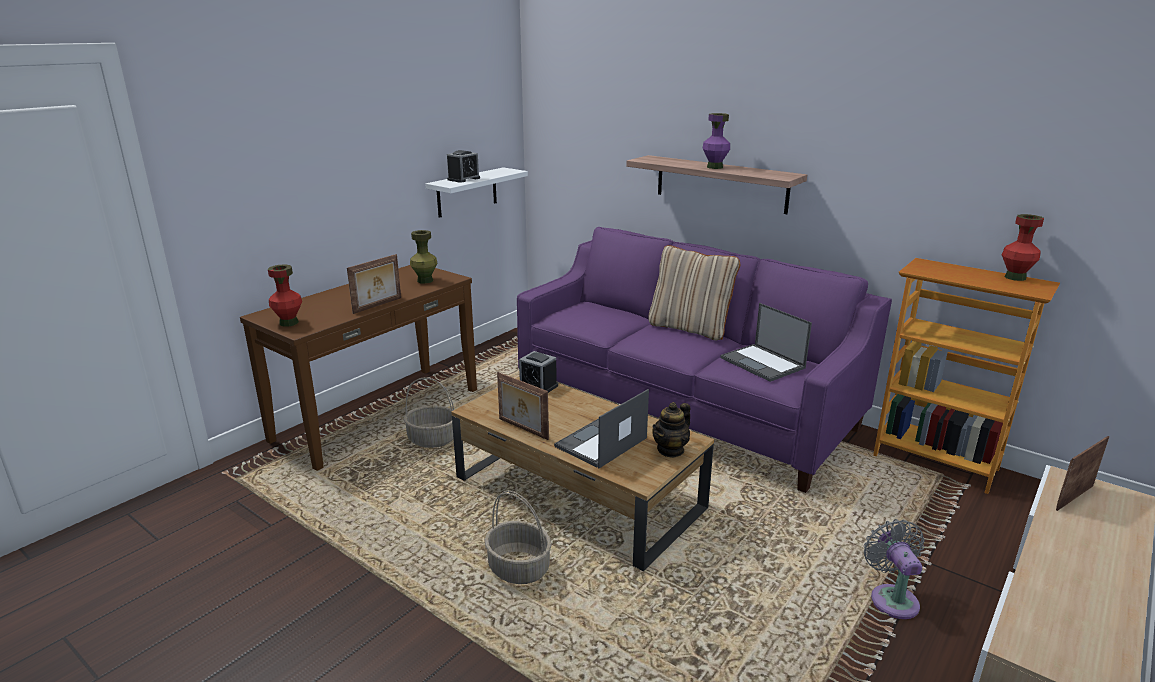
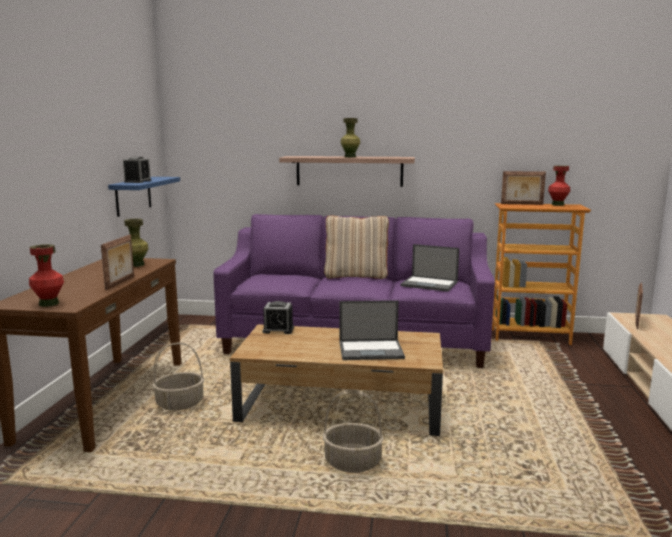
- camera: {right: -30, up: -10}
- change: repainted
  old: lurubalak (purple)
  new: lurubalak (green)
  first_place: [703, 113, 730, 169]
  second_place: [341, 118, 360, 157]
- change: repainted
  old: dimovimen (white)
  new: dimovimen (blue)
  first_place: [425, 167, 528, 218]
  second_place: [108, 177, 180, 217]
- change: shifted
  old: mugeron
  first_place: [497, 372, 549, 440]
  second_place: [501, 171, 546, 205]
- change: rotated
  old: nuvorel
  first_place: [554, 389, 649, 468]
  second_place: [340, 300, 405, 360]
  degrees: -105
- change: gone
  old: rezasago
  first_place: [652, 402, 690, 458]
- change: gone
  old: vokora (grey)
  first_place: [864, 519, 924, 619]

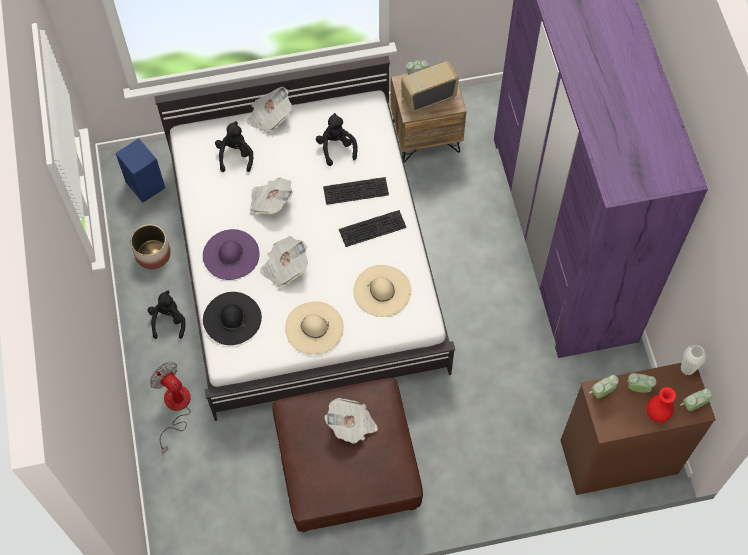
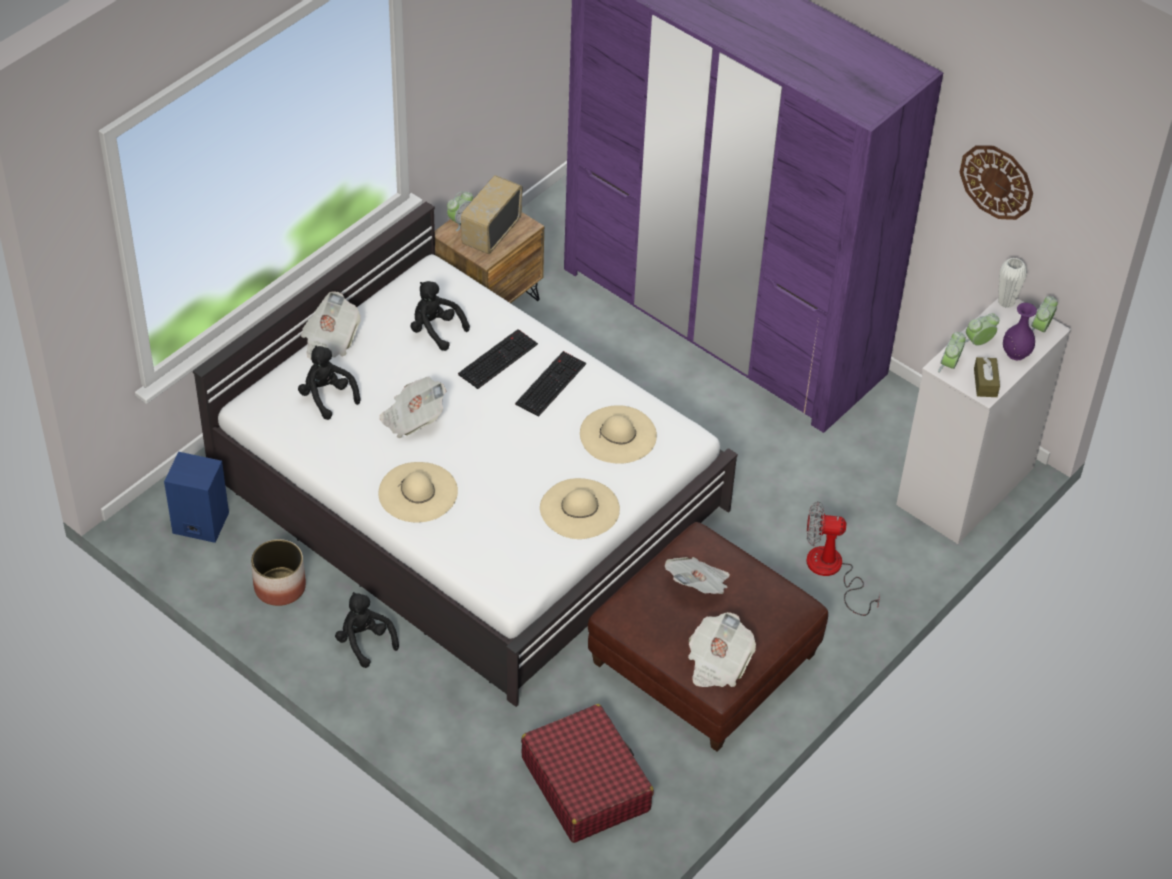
- camera: {right: -40, up: -15}
- change: repainted
  old: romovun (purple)
  new: romovun (beige)
  first_place: [203, 229, 260, 280]
  second_place: [378, 462, 458, 522]
- change: shifted
  old: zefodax
  first_place: [260, 236, 308, 288]
  second_place: [688, 612, 756, 687]
- change: gone
  old: romovun (black)
  first_place: [203, 292, 262, 345]
- change: shifted
  old: vokora
  first_place: [150, 362, 191, 454]
  second_place: [806, 501, 880, 616]
- change: repainted
  old: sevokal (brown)
  new: sevokal (white)
  first_place: [560, 363, 716, 495]
  second_place: [896, 298, 1071, 544]
- change: repainted
  old: lurubalak (red)
  new: lurubalak (purple)
  first_place: [646, 387, 676, 422]
  second_place: [1003, 303, 1037, 360]
- change: new
  new: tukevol
  second_place: [960, 145, 1033, 220]
- change: new
  new: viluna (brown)
  second_place: [974, 357, 1000, 397]
- change: new
  new: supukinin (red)
  second_place: [521, 704, 654, 843]

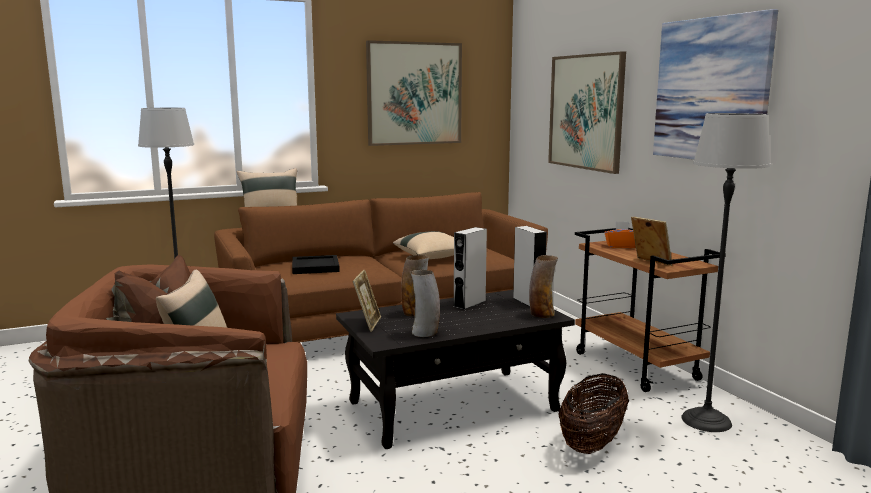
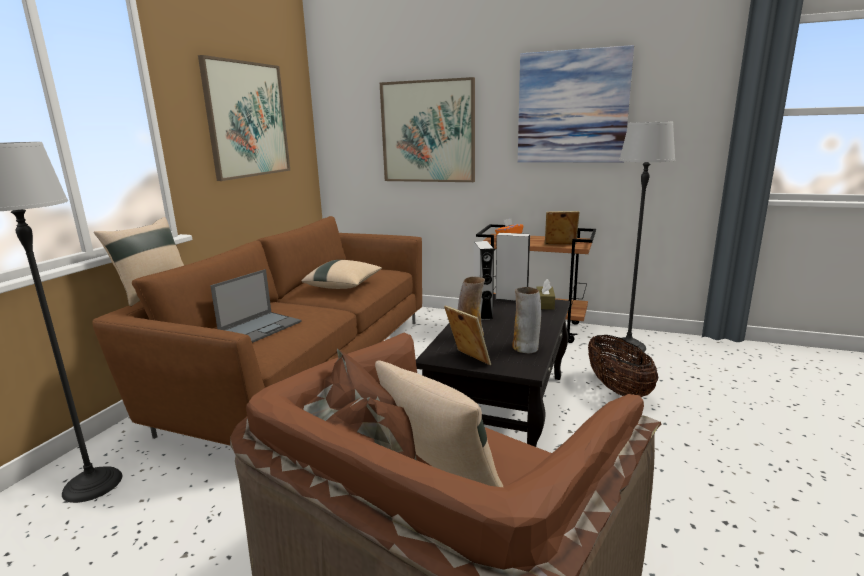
- camera: {right: -45, up: 5}
- change: swapped
  old: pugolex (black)
  new: nuvorel
  first_place: [292, 255, 340, 274]
  second_place: [210, 269, 302, 343]
- change: swapped
  old: lurubalak
  new: viluna (brown)
  first_place: [529, 255, 558, 318]
  second_place: [536, 279, 555, 310]

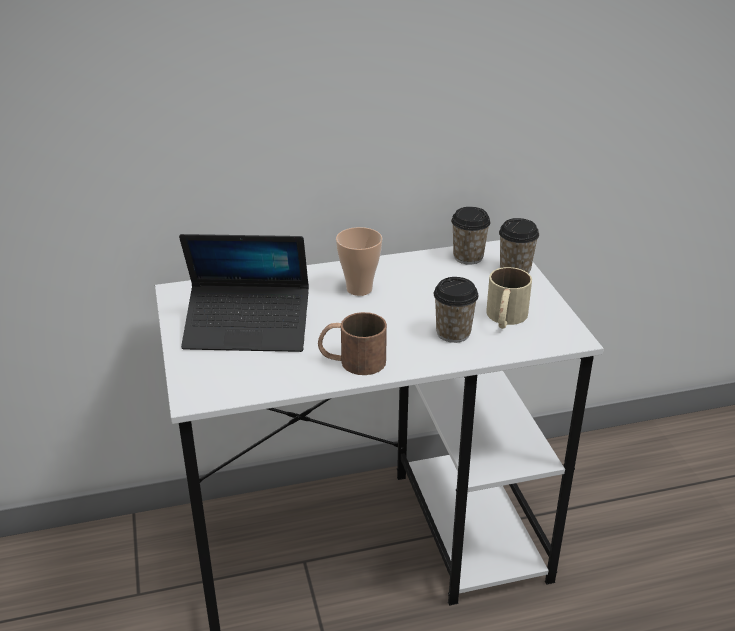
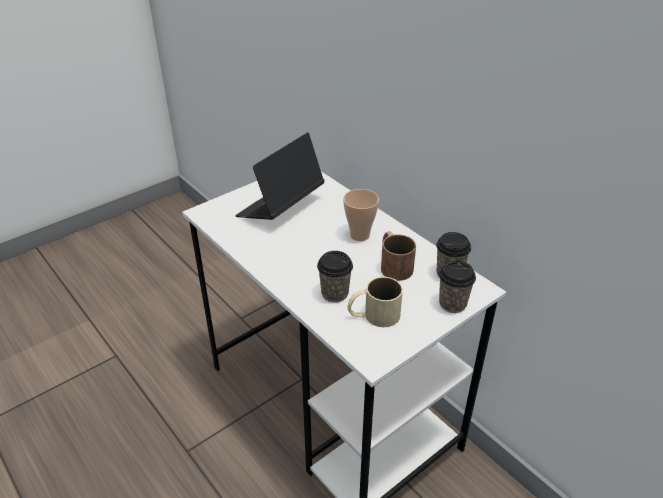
- camera: {right: 65, up: 5}
- change: rotated
  old: nuvorel
  first_place: [179, 234, 309, 352]
  second_place: [235, 133, 325, 220]
  degrees: 60
- change: shifted
  old: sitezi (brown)
  first_place: [318, 312, 387, 375]
  second_place: [381, 231, 416, 281]

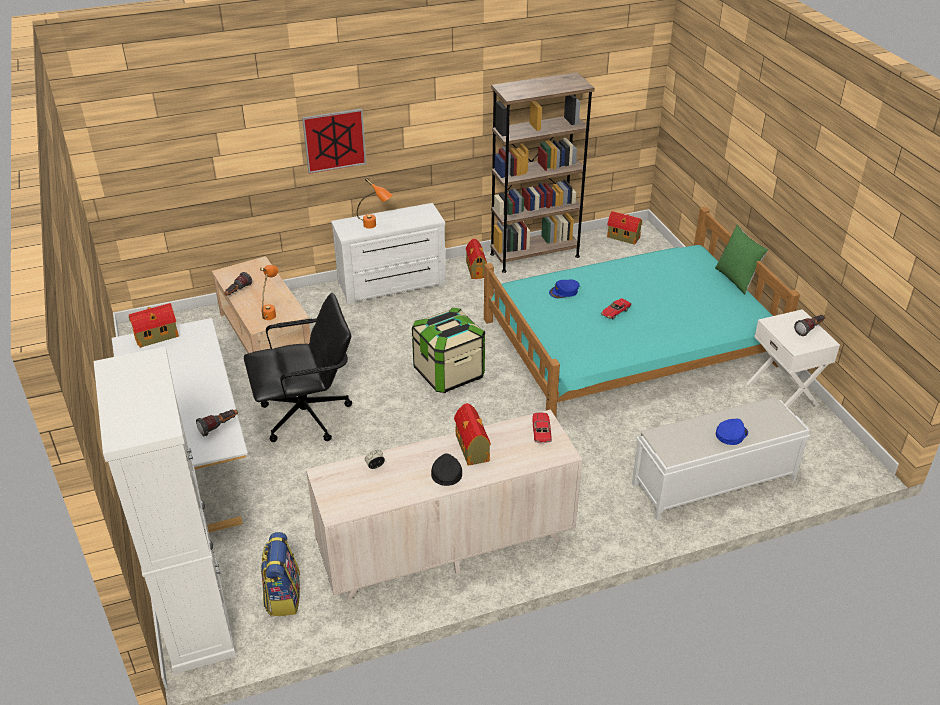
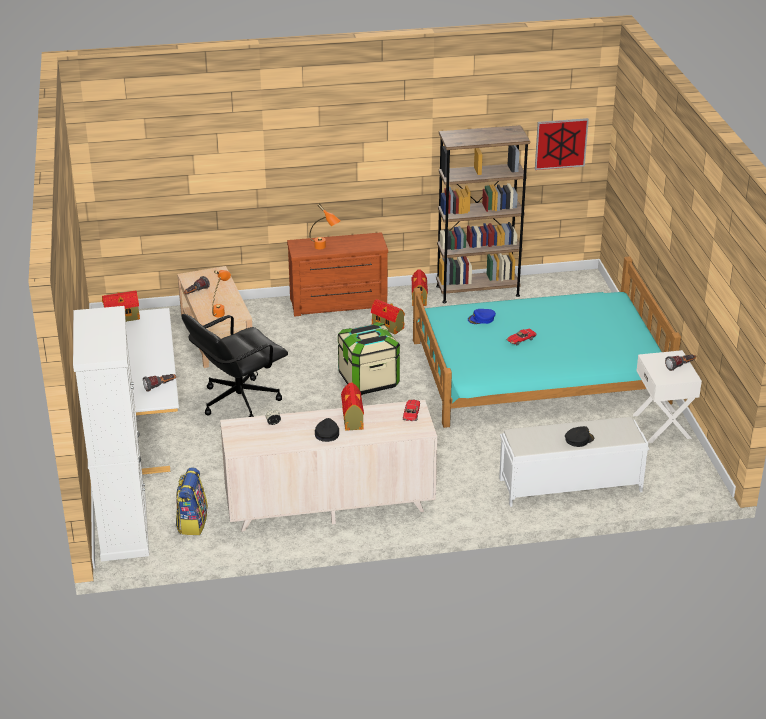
- camera: {right: 10, up: -5}
- change: shifted
  old: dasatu
  first_place: [302, 108, 366, 174]
  second_place: [535, 118, 589, 170]
- change: repainted
  old: sevokal (white)
  new: sevokal (brown)
  first_place: [331, 203, 446, 304]
  second_place: [287, 232, 388, 316]
- change: shifted
  old: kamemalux
  first_place: [607, 211, 642, 245]
  second_place: [371, 299, 405, 334]
- change: gone
  old: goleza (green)
  first_place: [715, 225, 768, 294]
- change: rotated
  old: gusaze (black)
  first_place: [244, 293, 352, 442]
  second_place: [182, 314, 288, 417]
  degrees: 150
- change: repainted
  old: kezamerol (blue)
  new: kezamerol (black)
  first_place: [716, 419, 748, 445]
  second_place: [565, 426, 594, 447]

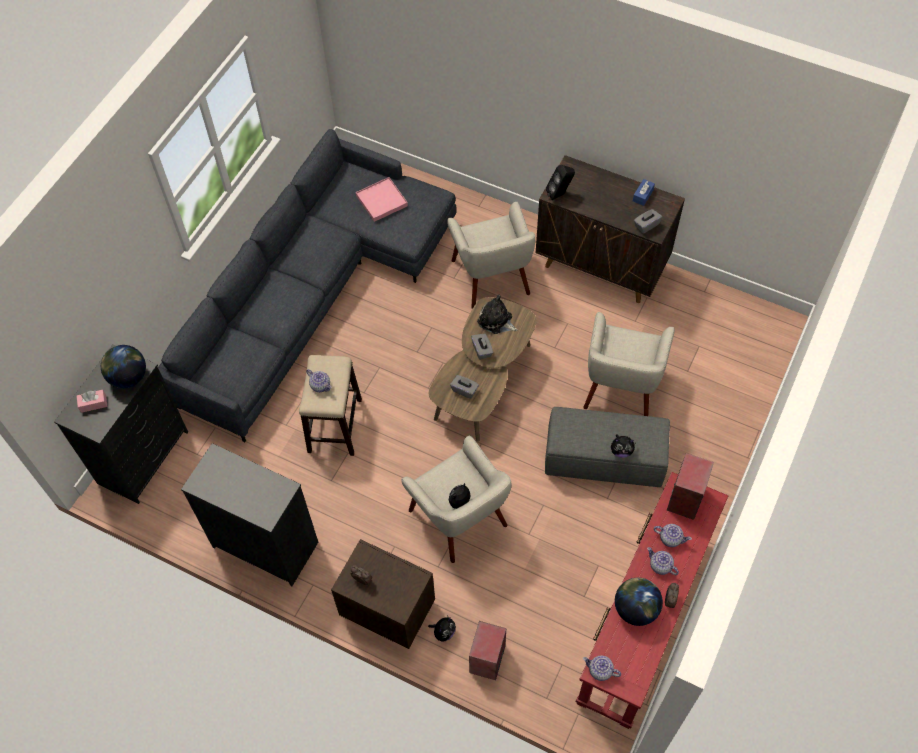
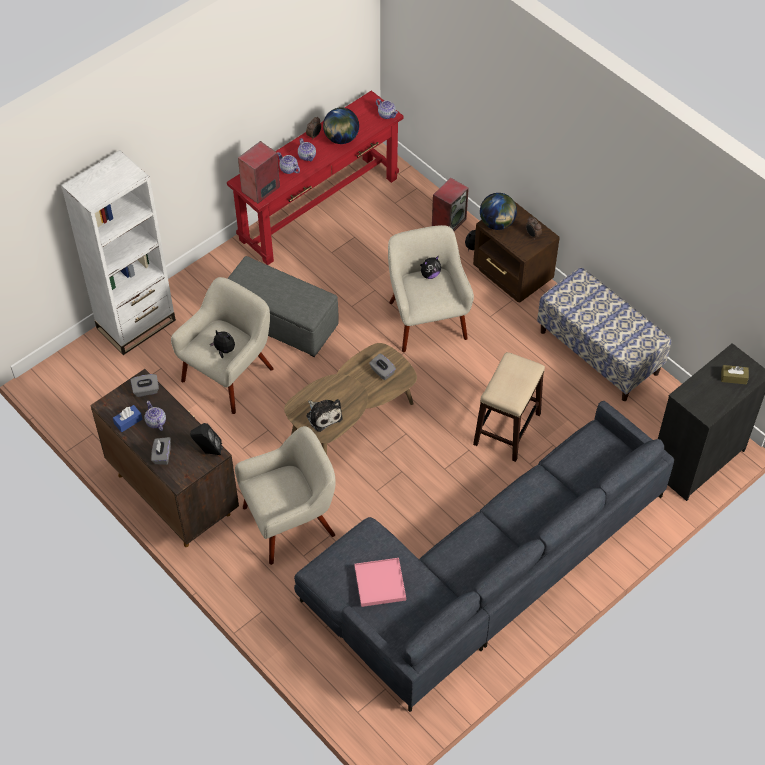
- camera: {right: -160, up: -5}
- change: rotated
  old: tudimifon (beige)
  first_place: [447, 202, 535, 309]
  second_place: [235, 426, 336, 565]
  degrees: 60
- change: shifted
  old: viluna (grey)
  first_place: [471, 334, 493, 360]
  second_place: [151, 437, 171, 465]
- change: shifted
  old: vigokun
  first_place: [101, 345, 146, 388]
  second_place: [480, 193, 517, 230]
- change: shifted
  old: rezasago
  first_place: [306, 369, 332, 392]
  second_place: [144, 401, 166, 431]
- change: repainted
  old: viluna (pink)
  new: viluna (brown)
  first_place: [76, 390, 107, 413]
  second_place: [721, 365, 749, 384]
- change: shifted
  old: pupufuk
  first_place: [611, 434, 635, 458]
  second_place: [210, 330, 235, 358]
- change: swapped
  old: sevokal (black)
  new: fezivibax
  first_place: [181, 443, 318, 586]
  second_place: [537, 267, 672, 401]
- change: new
  new: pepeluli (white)
  second_place: [61, 150, 176, 355]

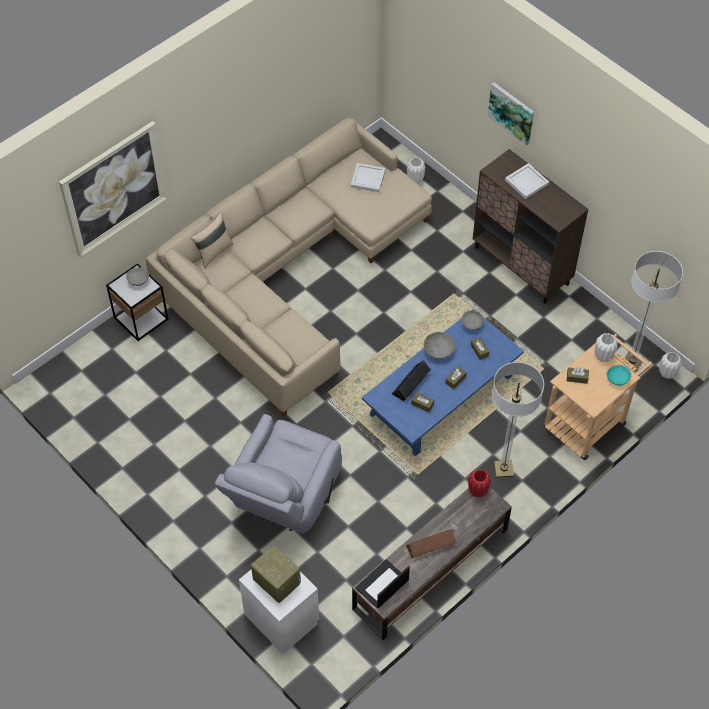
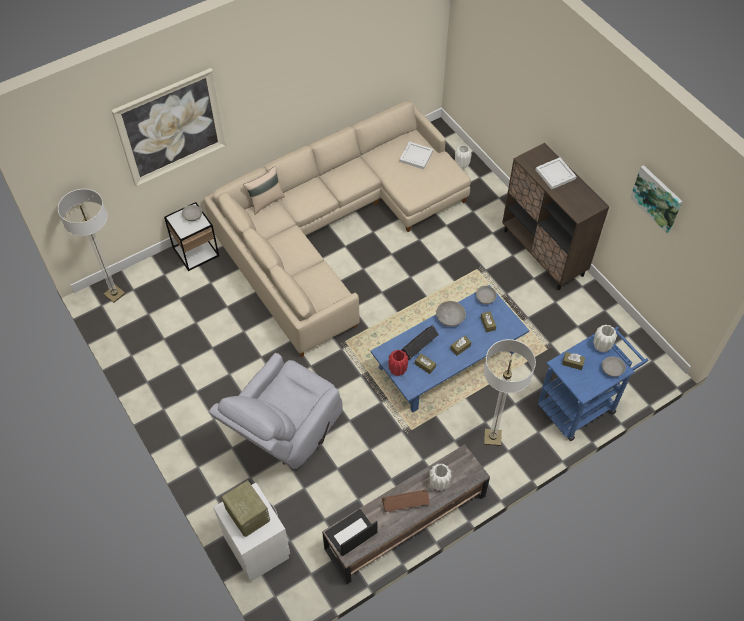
- camera: {right: 10, up: 0}
- change: shifted
  old: dasatu
  first_place: [488, 82, 534, 146]
  second_place: [630, 165, 682, 233]
- change: shifted
  old: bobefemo
  first_place: [625, 251, 683, 372]
  second_place: [58, 189, 125, 303]
- change: repainted
  old: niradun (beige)
  new: niradun (blue)
  first_place: [544, 334, 652, 460]
  second_place: [538, 327, 648, 441]
- change: shifted
  old: lurubalak (white)
  first_place: [659, 352, 682, 379]
  second_place: [430, 464, 451, 490]
- change: repainted
  old: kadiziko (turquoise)
  new: kadiziko (grey)
  first_place: [607, 365, 631, 385]
  second_place: [602, 357, 626, 377]
- change: shifted
  old: lurubalak (red)
  first_place: [468, 469, 491, 497]
  second_place: [388, 350, 408, 376]

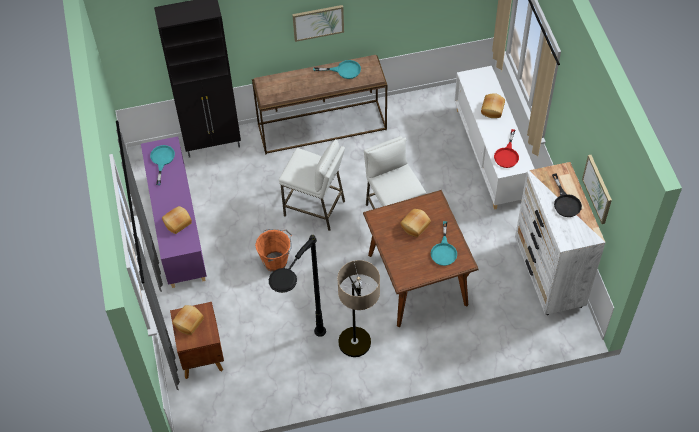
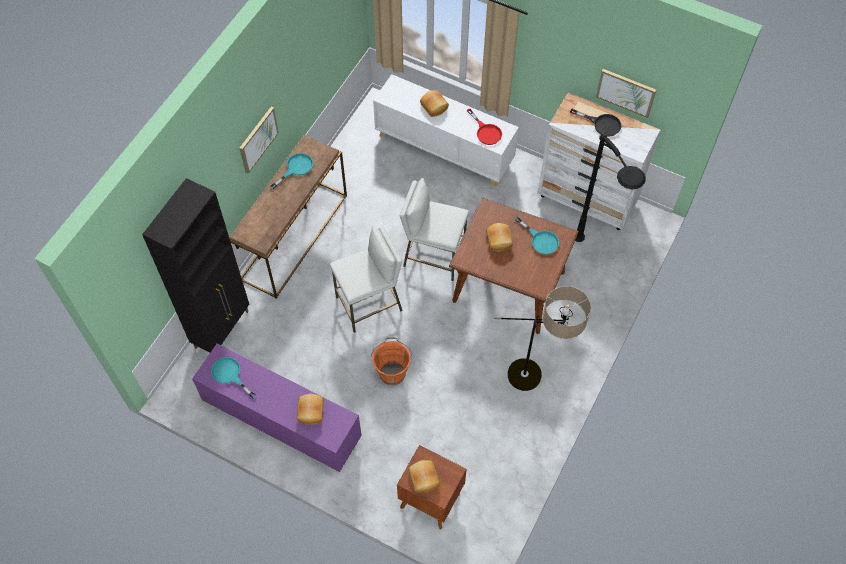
- camera: {right: -50, up: 5}
- change: shifted
  old: bobefemo (black)
  first_place: [269, 235, 326, 337]
  second_place: [575, 132, 646, 242]

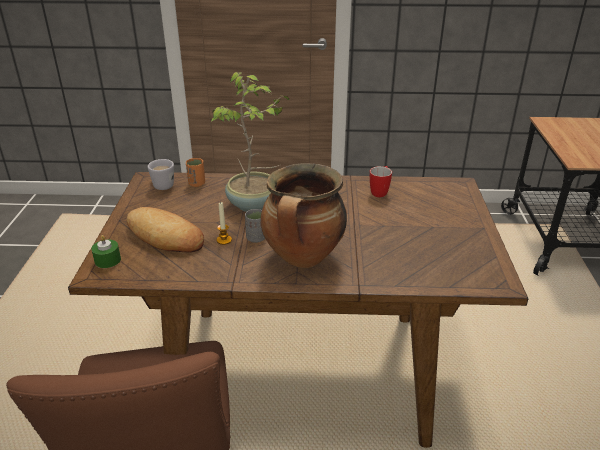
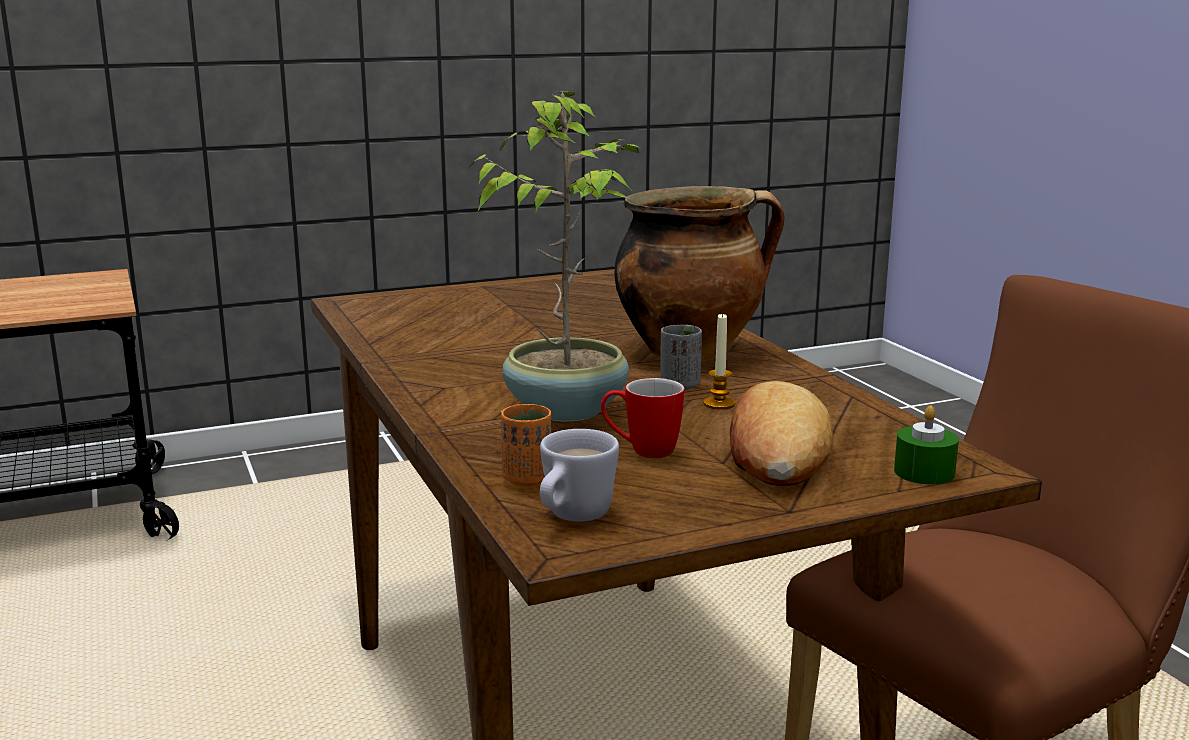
- camera: {right: -115, up: -15}
- change: shifted
  old: sitezi
  first_place: [370, 166, 392, 197]
  second_place: [601, 378, 684, 458]

